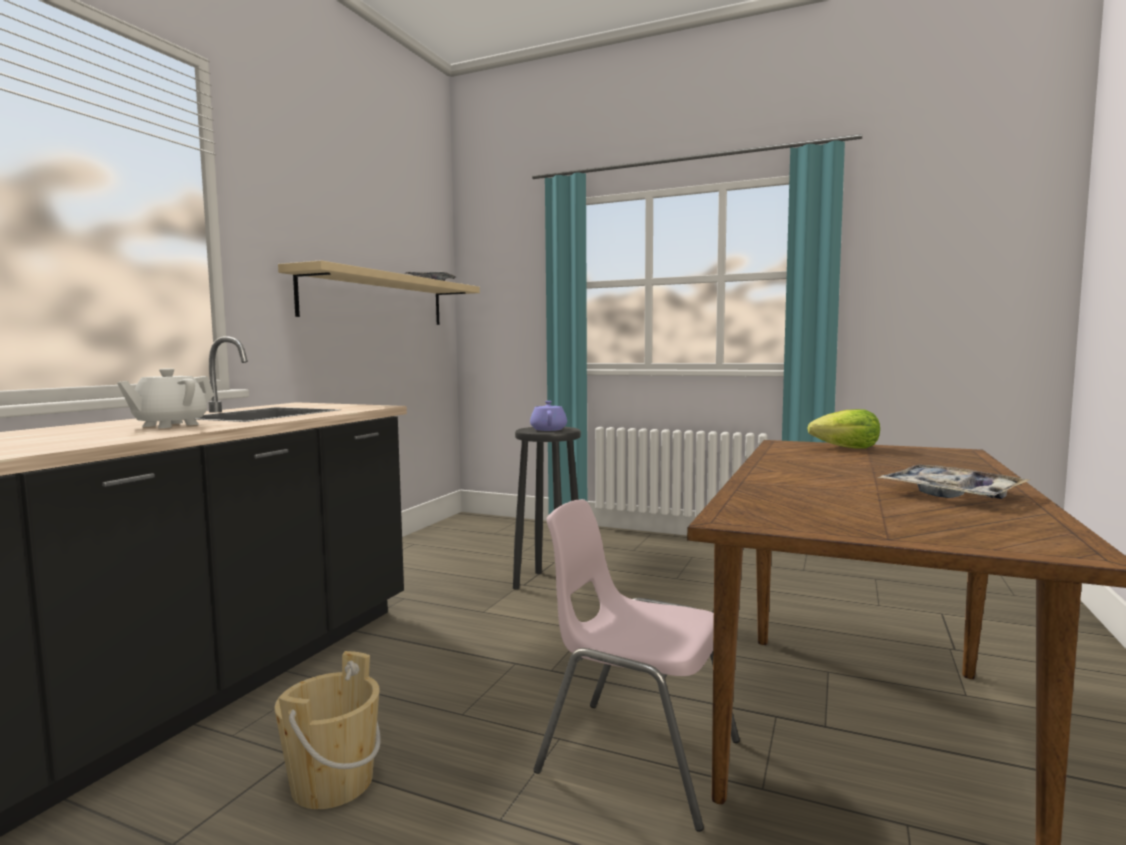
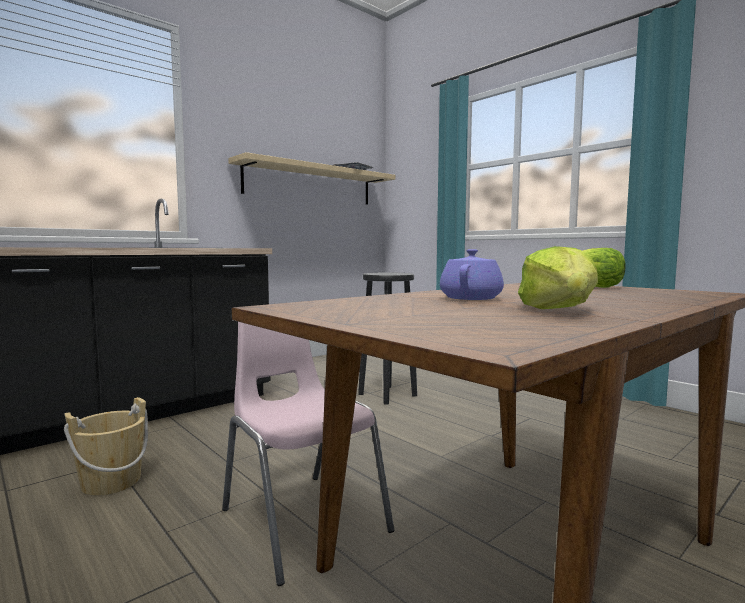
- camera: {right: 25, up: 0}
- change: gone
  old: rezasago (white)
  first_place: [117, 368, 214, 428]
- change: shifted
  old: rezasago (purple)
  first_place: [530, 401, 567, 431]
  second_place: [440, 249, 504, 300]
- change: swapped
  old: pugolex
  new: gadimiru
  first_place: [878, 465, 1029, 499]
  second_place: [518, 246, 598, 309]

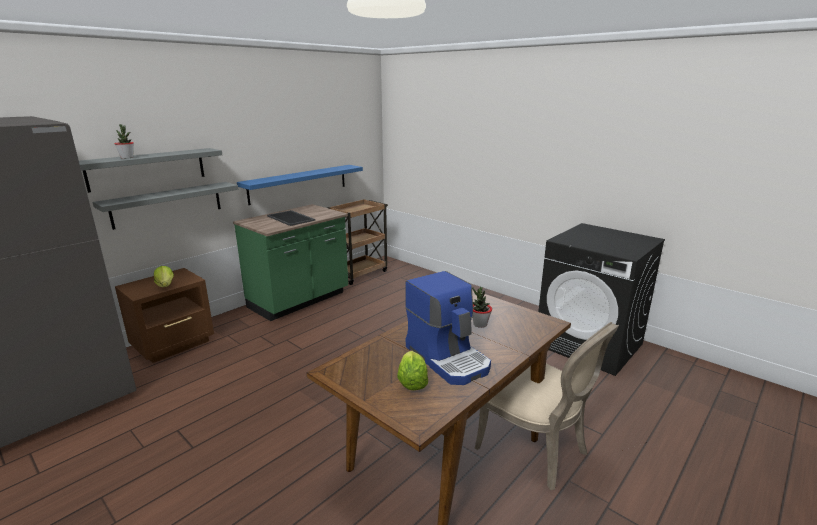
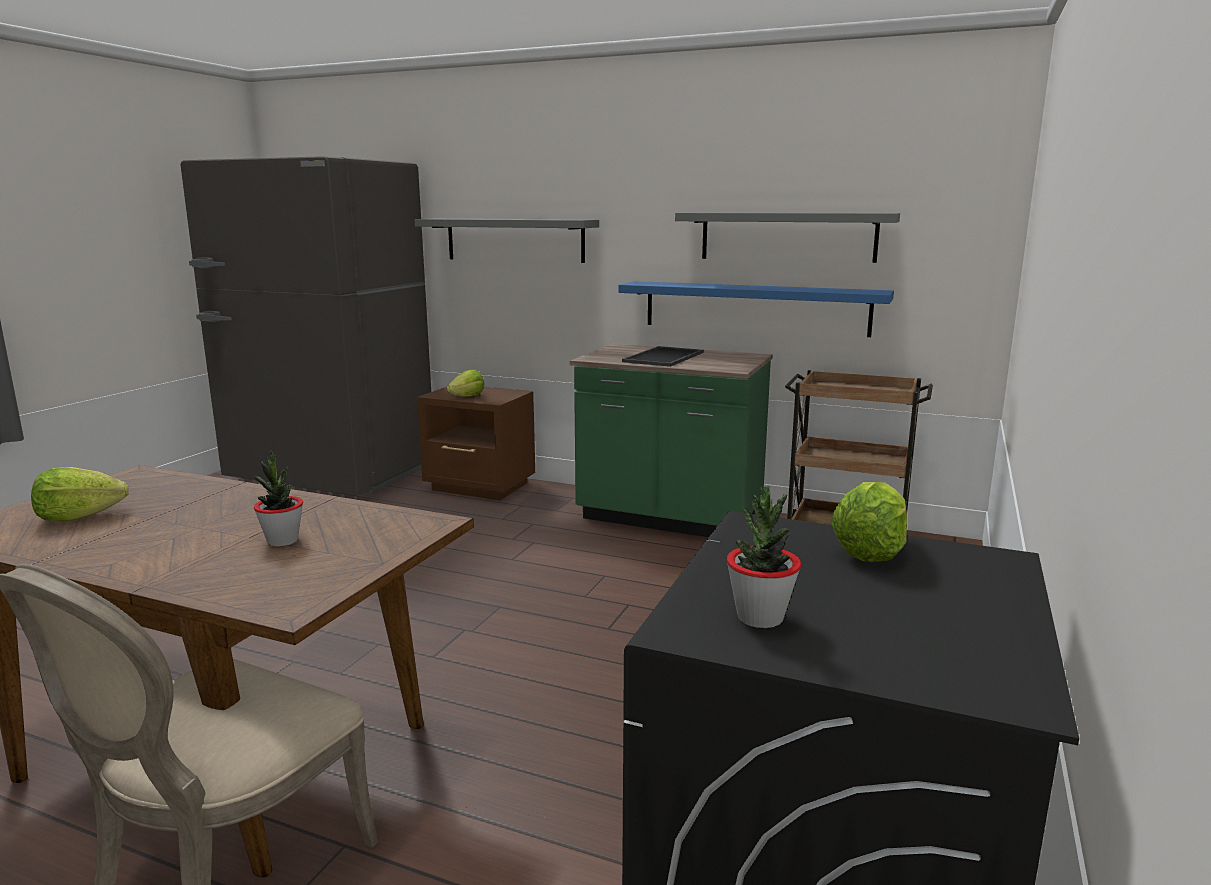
- camera: {right: 70, up: -5}
- change: shifted
  old: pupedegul
  first_place: [114, 124, 134, 159]
  second_place: [726, 486, 801, 628]
- change: shifted
  old: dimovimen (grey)
  first_place: [93, 182, 238, 230]
  second_place: [675, 212, 900, 263]
- change: gone
  old: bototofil
  first_place: [405, 271, 491, 385]
- change: new
  new: gadimiru
  second_place: [831, 482, 907, 562]

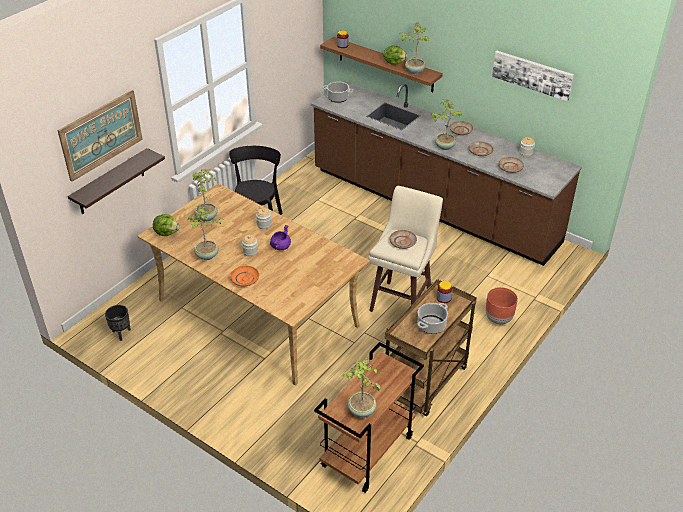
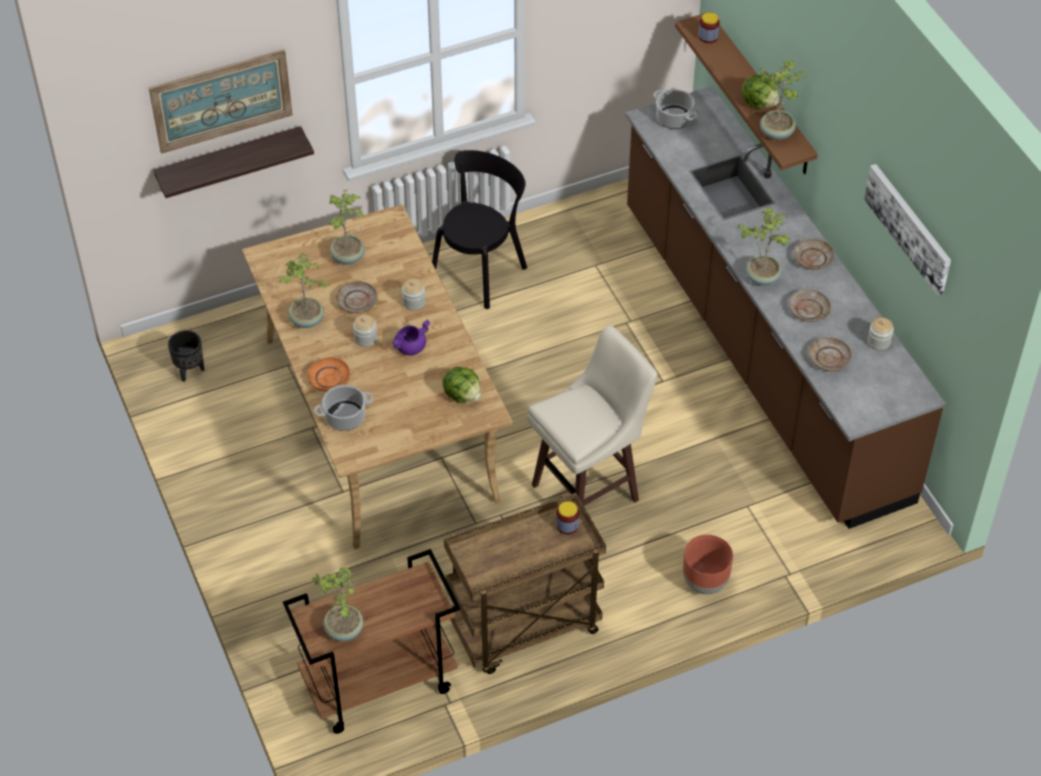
- camera: {right: 30, up: 10}
- change: shifted
  old: gadimiru
  first_place: [153, 214, 180, 236]
  second_place: [442, 367, 481, 403]
- change: shifted
  old: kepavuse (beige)
  first_place: [390, 230, 417, 249]
  second_place: [336, 281, 377, 313]
- change: shifted
  old: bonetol
  first_place: [418, 303, 448, 334]
  second_place: [314, 385, 374, 431]

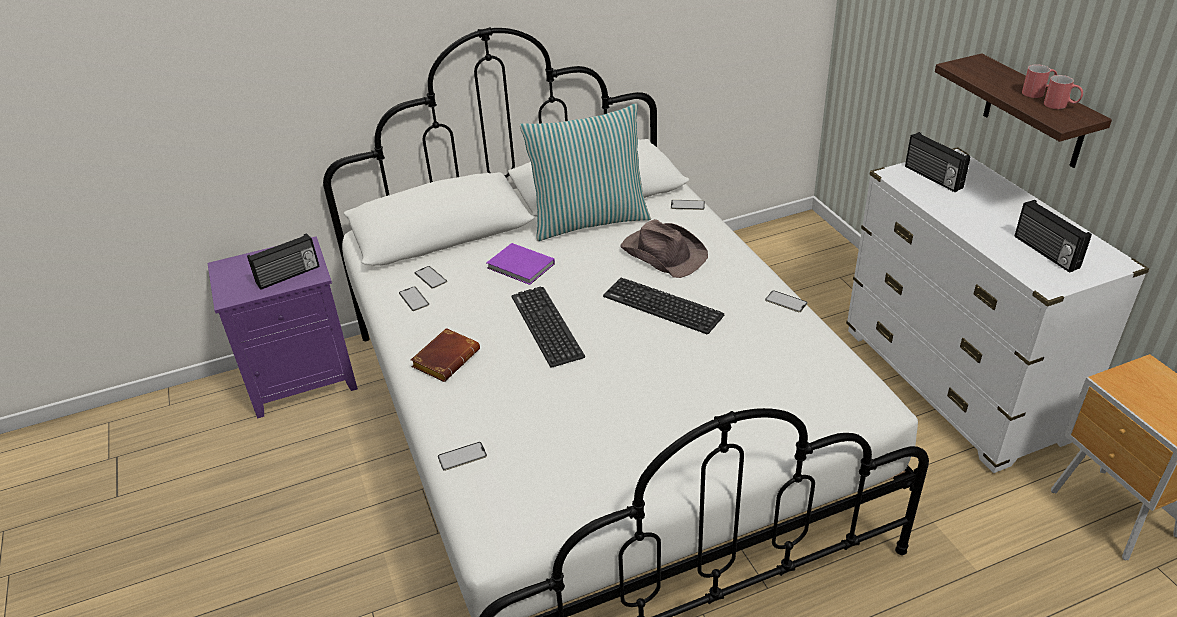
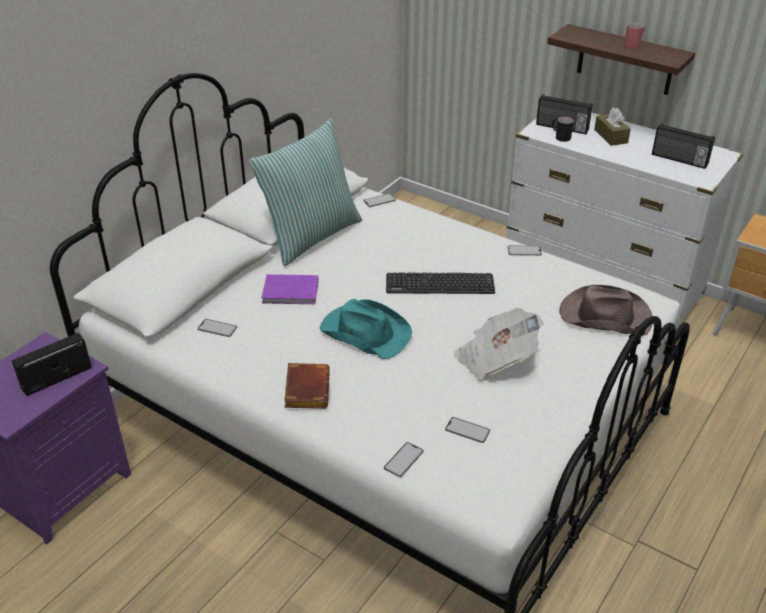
- camera: {right: -35, up: 0}
- change: gone
  old: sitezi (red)
  first_place: [1044, 75, 1083, 109]
- change: shifted
  old: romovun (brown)
  first_place: [620, 219, 708, 278]
  second_place: [560, 285, 652, 336]
- change: rotated
  old: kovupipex
  first_place: [247, 233, 320, 290]
  second_place: [12, 333, 92, 396]
  degrees: -150
- change: shifted
  old: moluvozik
  first_place: [399, 286, 429, 311]
  second_place: [445, 417, 490, 443]
- change: swapped
  old: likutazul
  new: romovun (turquoise)
  first_place: [512, 286, 585, 368]
  second_place: [319, 299, 412, 359]
- change: new
  new: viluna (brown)
  second_place: [594, 108, 631, 146]
- change: new
  new: sitezi (black)
  second_place: [552, 117, 574, 142]
- change: new
  new: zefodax
  second_place: [454, 308, 543, 379]

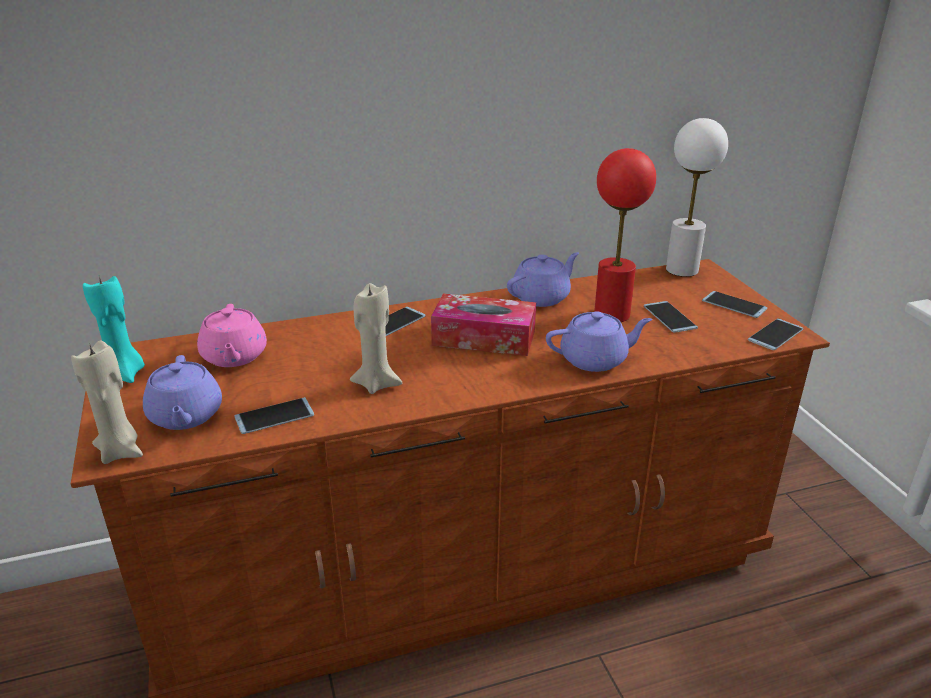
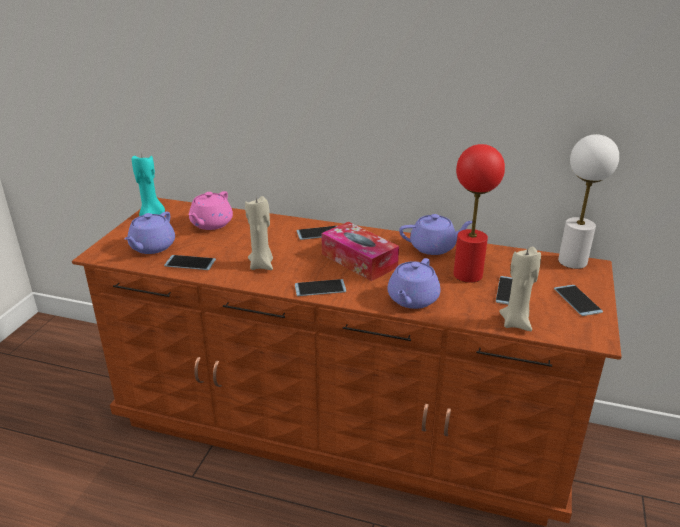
- camera: {right: 35, up: 0}
- change: rotated
  old: rezasago (purple)
  first_place: [546, 311, 653, 372]
  second_place: [387, 258, 441, 309]
  degrees: 90
- change: shifted
  old: moluvozik
  first_place: [748, 318, 803, 350]
  second_place: [295, 279, 346, 296]
- change: shifted
  old: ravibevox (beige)
  first_place: [71, 341, 143, 464]
  second_place: [499, 247, 541, 331]

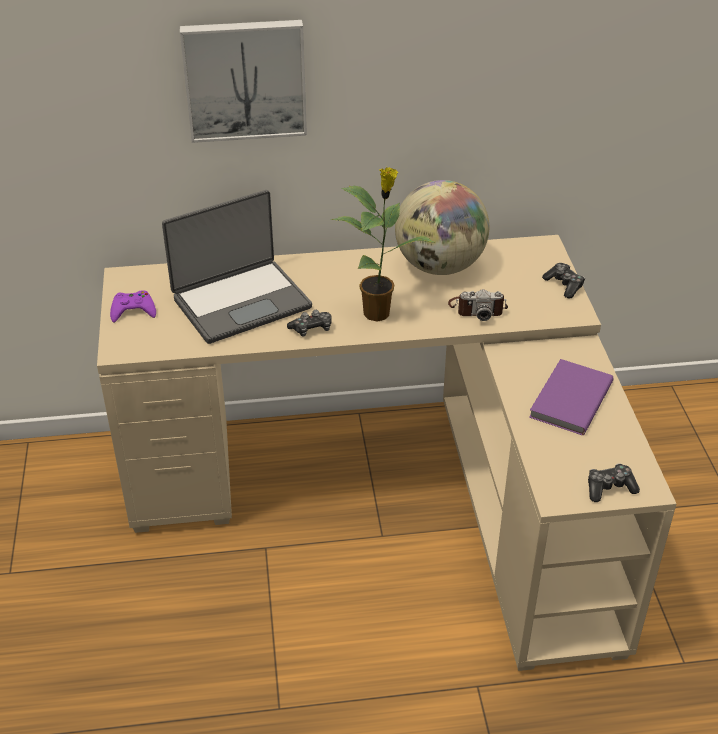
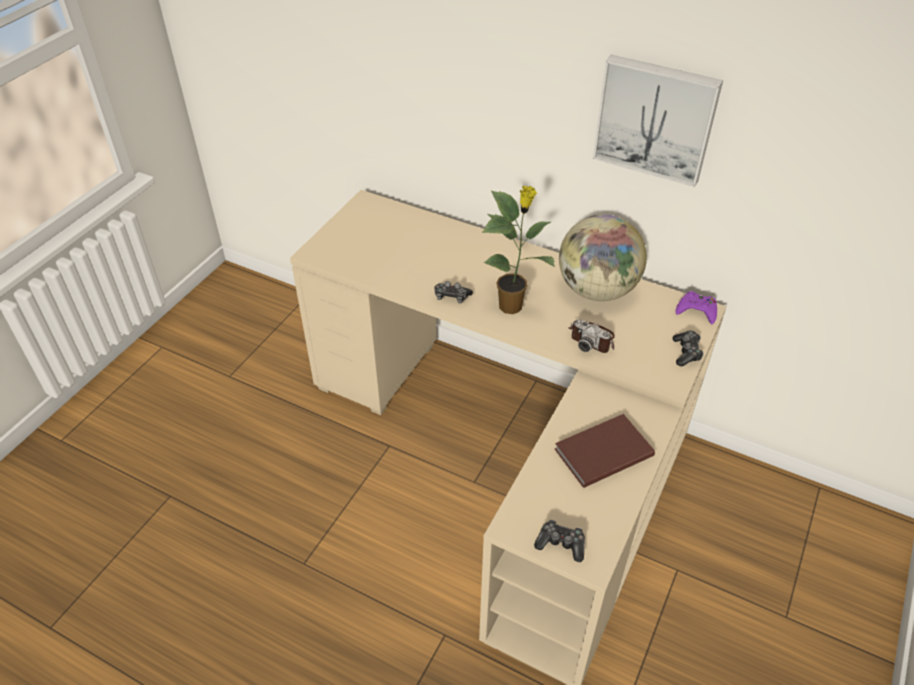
- camera: {right: 35, up: 5}
- change: shifted
  old: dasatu
  first_place: [180, 20, 307, 143]
  second_place: [593, 55, 723, 187]
- change: gone
  old: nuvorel
  first_place: [162, 190, 312, 344]
- change: shifted
  old: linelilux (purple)
  first_place: [110, 290, 156, 323]
  second_place: [675, 291, 717, 324]
- change: repainted
  old: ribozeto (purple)
  new: ribozeto (brown)
  first_place: [529, 359, 614, 435]
  second_place: [555, 414, 655, 488]

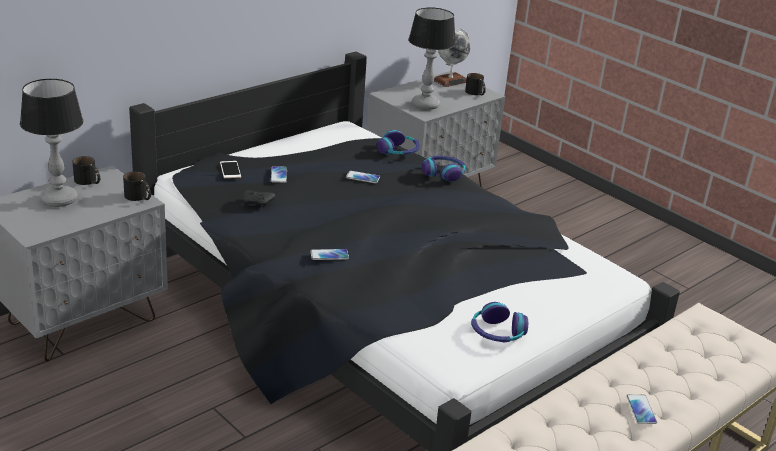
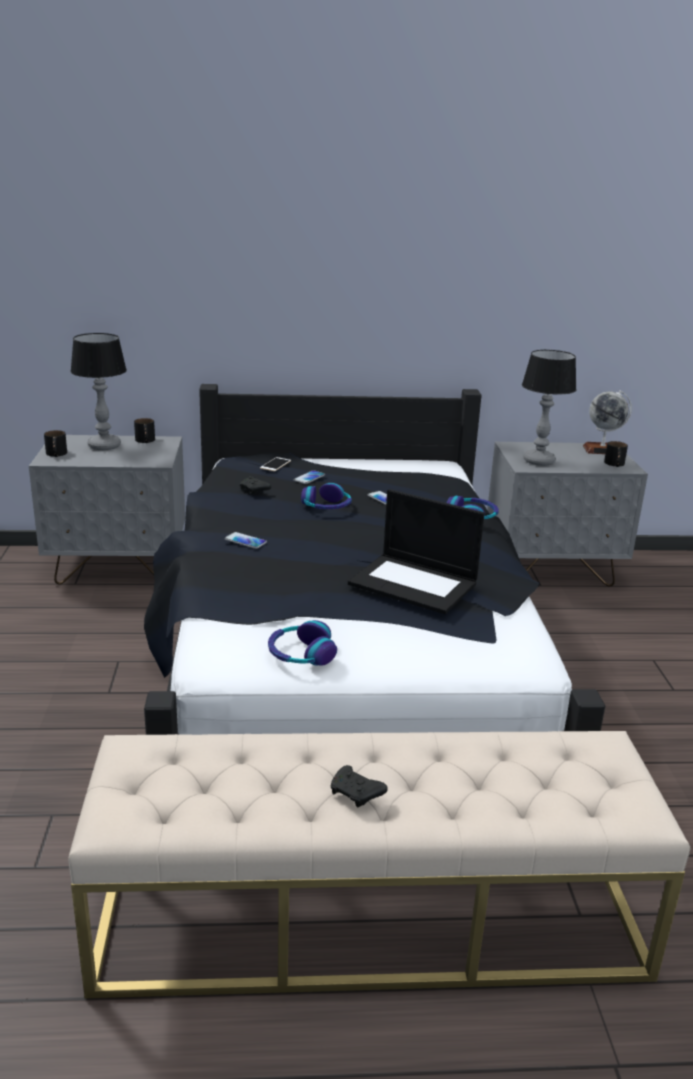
- camera: {right: 40, up: -5}
- change: shifted
  old: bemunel
  first_place: [377, 130, 420, 155]
  second_place: [301, 483, 352, 509]
- change: shifted
  old: sitezi (black)
  first_place: [123, 171, 151, 201]
  second_place: [44, 430, 67, 457]
- change: swapped
  old: moluvozik
  new: linelilux (black)
  first_place: [626, 394, 657, 424]
  second_place: [330, 765, 388, 807]
- change: new
  new: nuvorel
  second_place: [348, 489, 485, 614]

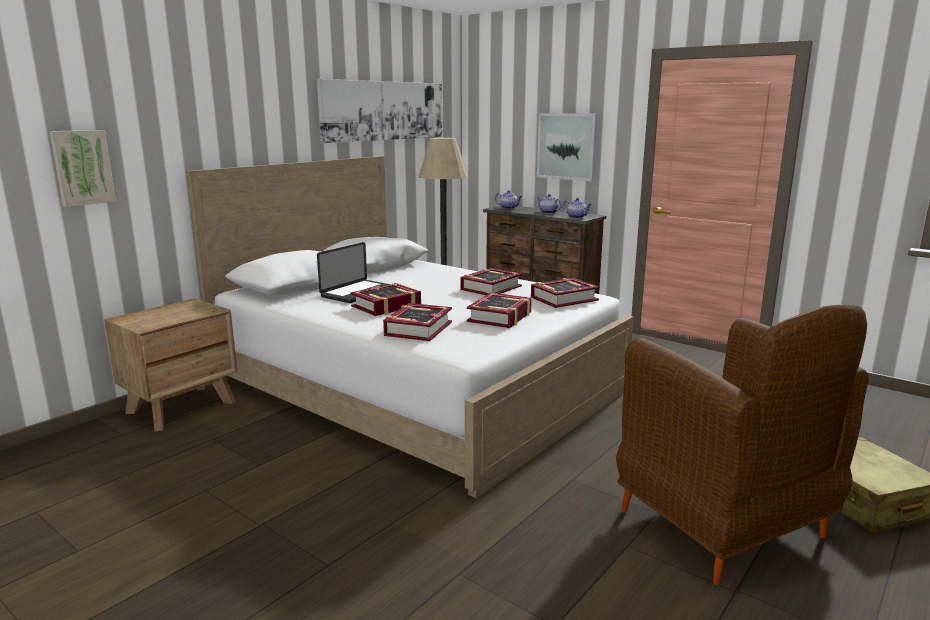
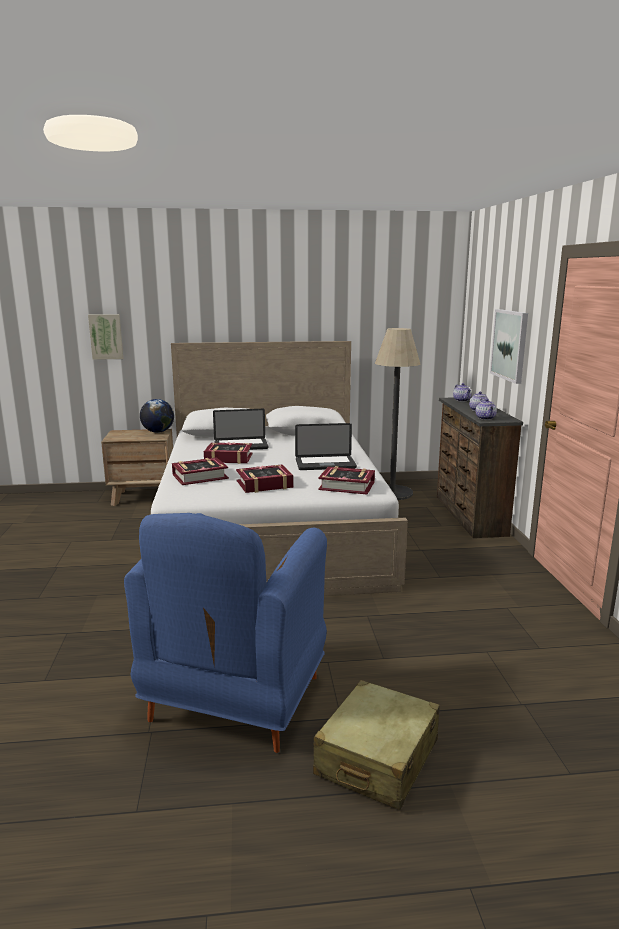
- camera: {right: 45, up: 0}
- change: gone
  old: dasatu
  first_place: [317, 79, 442, 143]
- change: swapped
  old: ribozeto
  new: nuvorel
  first_place: [461, 268, 522, 295]
  second_place: [295, 423, 357, 470]
- change: repainted
  old: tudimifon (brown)
  new: tudimifon (blue)
  first_place: [616, 305, 869, 585]
  second_place: [124, 513, 327, 753]
- change: new
  new: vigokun
  second_place: [140, 399, 174, 433]

